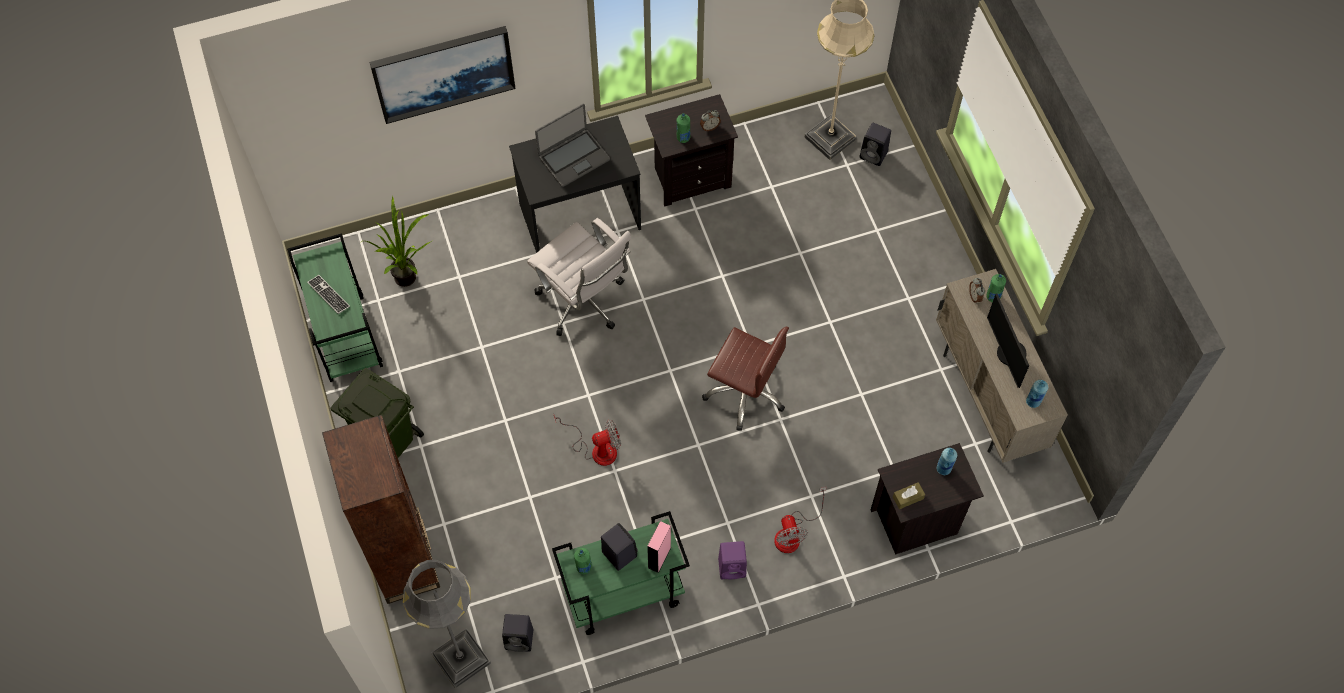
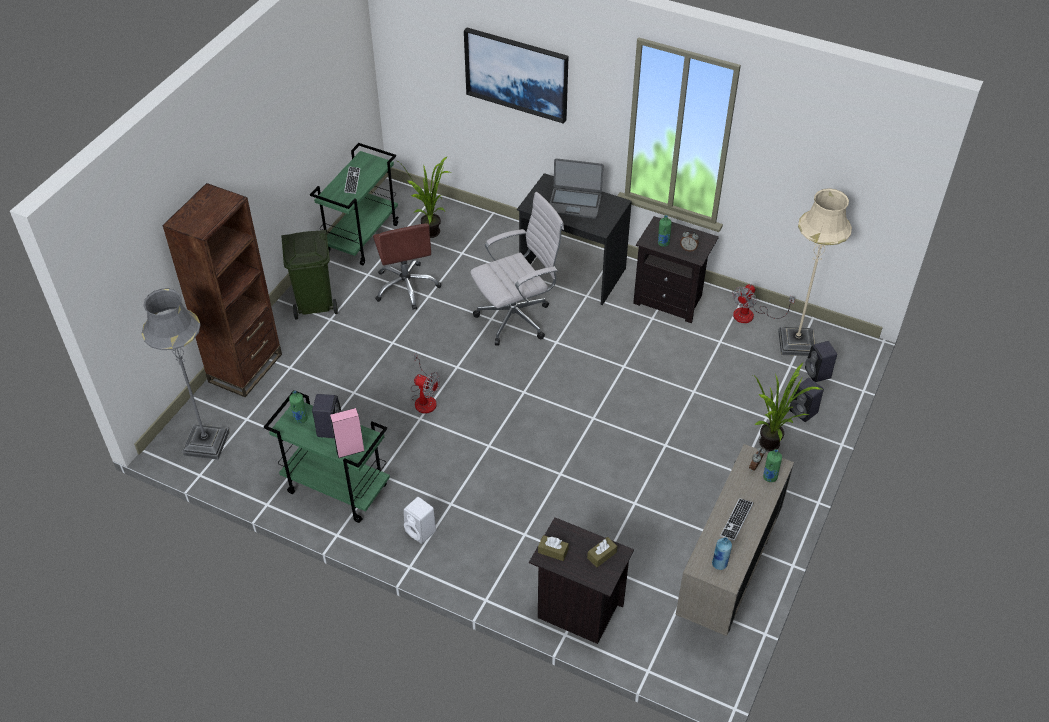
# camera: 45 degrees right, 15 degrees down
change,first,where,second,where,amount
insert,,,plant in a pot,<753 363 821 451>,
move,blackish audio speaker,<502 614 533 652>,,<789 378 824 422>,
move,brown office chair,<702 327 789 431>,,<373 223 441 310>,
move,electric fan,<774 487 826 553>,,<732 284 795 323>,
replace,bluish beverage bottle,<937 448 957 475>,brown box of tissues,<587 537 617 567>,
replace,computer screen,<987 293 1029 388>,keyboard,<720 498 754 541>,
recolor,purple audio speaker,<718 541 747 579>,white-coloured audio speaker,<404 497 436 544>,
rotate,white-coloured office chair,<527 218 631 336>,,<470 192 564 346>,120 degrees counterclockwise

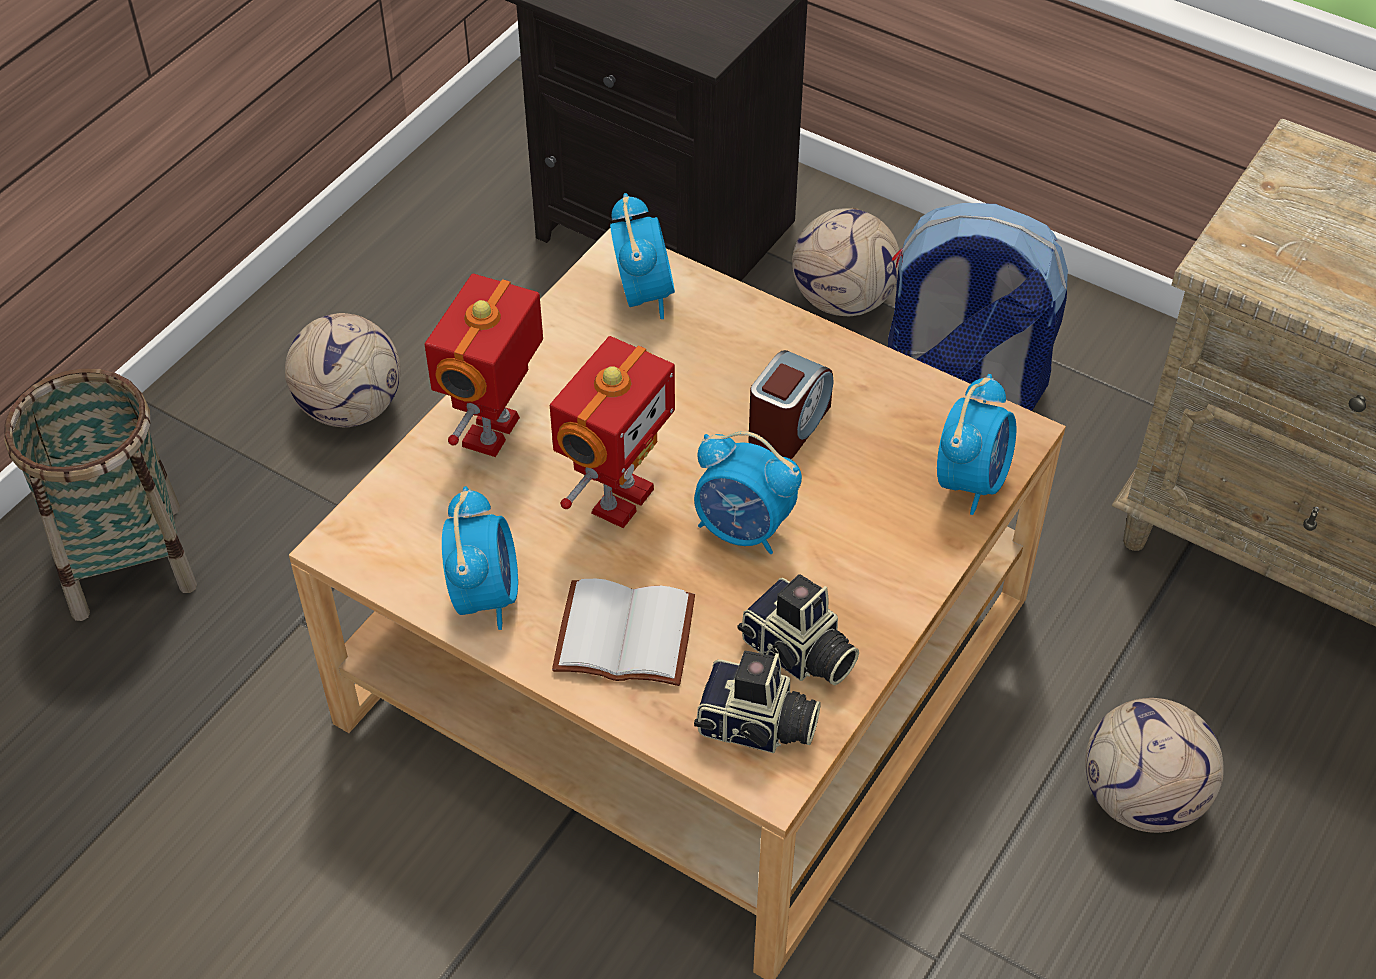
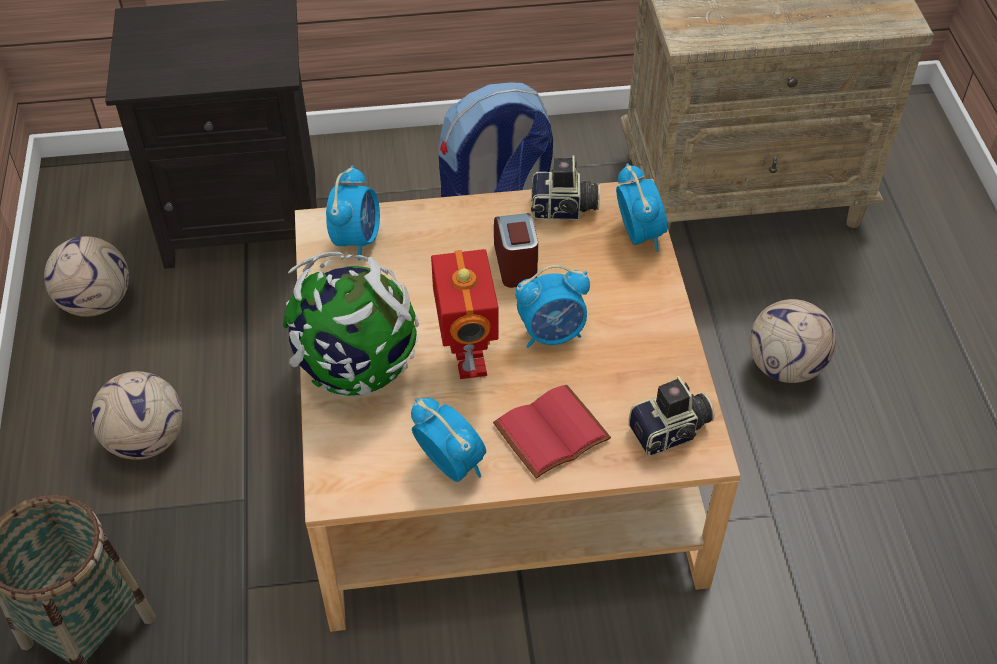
# camera: 40 degrees left, 0 degrees up
change,first,where,second,where,amount
move,still camera,<738 574 859 685>,,<531 155 600 220>,
move,ball for football,<792 208 900 316>,,<44 236 129 317>,
replace,robot figure,<425 274 543 457>,desk globe,<283 252 419 397>,
recolor,white-coloured volume,<552 579 695 686>,red volume,<493 384 611 479>,
rotate,alarm clock,<610 193 675 319>,,<326 166 380 260>,60 degrees clockwise

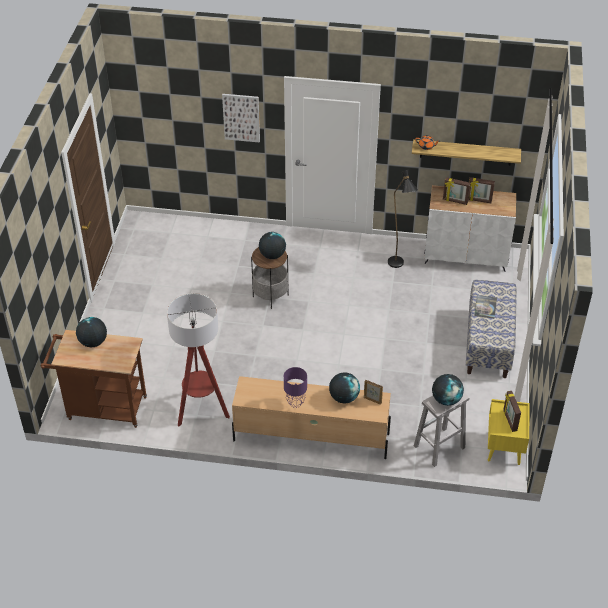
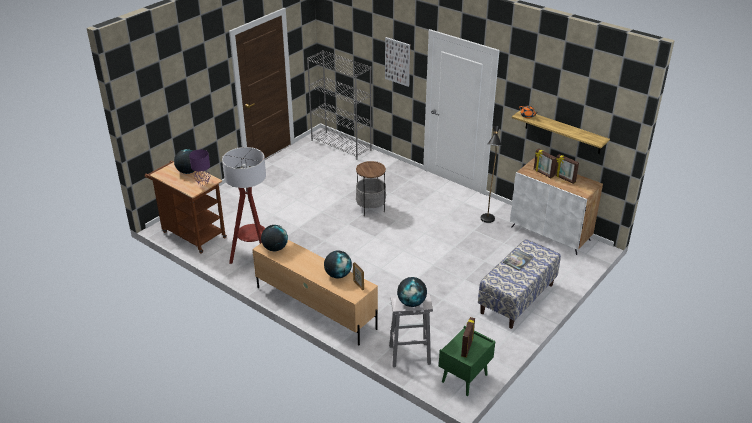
# camera: 30 degrees right, 10 degrees down
change,first,where,second,where,amount
insert,,,greyish shelving unit,<307 50 372 160>,
move,desk globe,<259 232 286 259>,,<261 225 288 251>,
move,purple tabletop lamp,<284 367 307 408>,,<189 149 210 185>,
recolor,yellow night table,<488 399 530 465>,green night table,<439 326 495 396>,

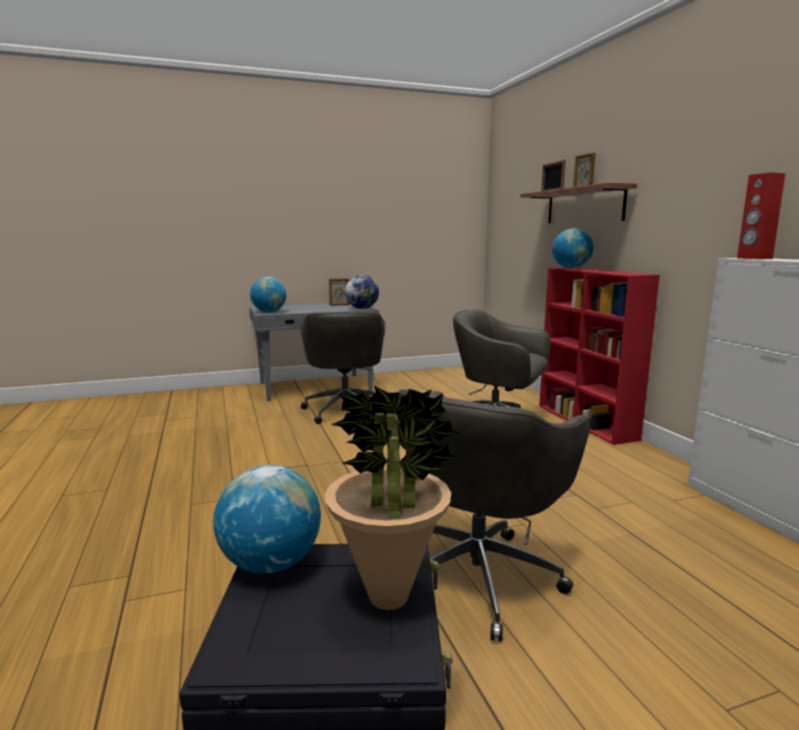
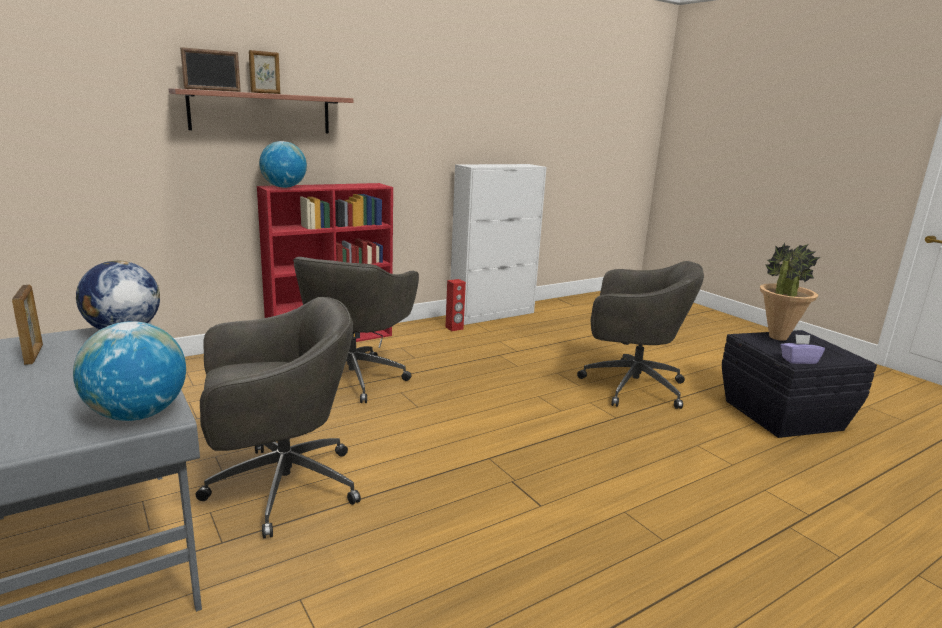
# camera: 105 degrees left, 5 degrees up
change,first,where,second,where,amount
move,red audio speaker,<737 173 785 259>,,<446 279 466 331>,
replace,desk globe,<213 465 321 573>,purple box of tissues,<781 334 825 364>,

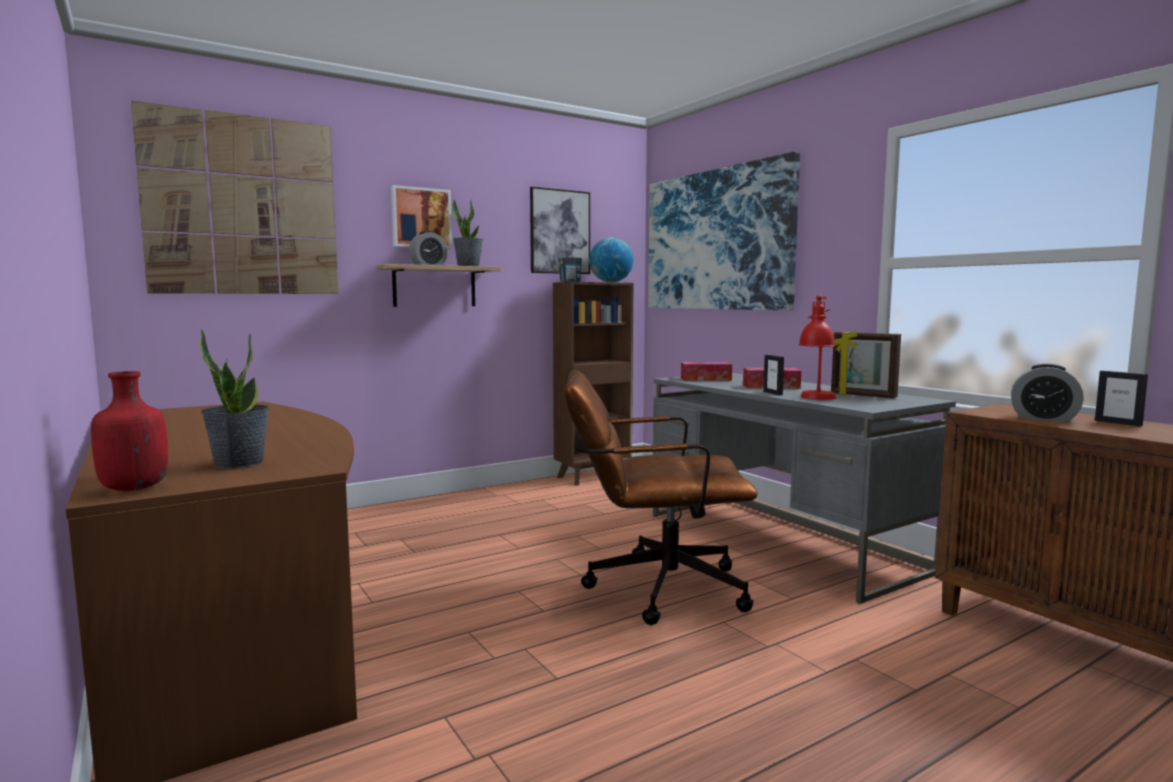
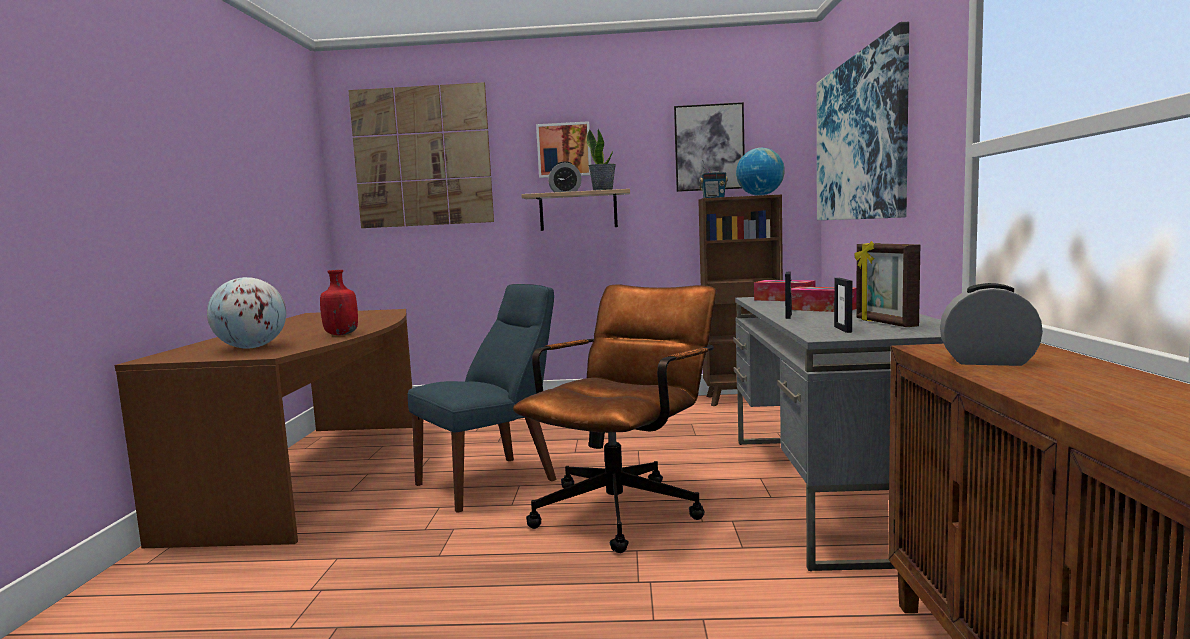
# camera: 35 degrees right, 0 degrees up
change,first,where,second,where,amount
delete,red tabletop lamp,<798 295 836 400>,,,
insert,,,bluish chair,<408 284 557 513>,
move,red beverage bottle,<91 371 168 491>,,<320 270 358 335>,
move,standing frame,<1095 371 1148 426>,,<834 278 852 333>,
replace,plant in a pot,<199 329 269 469>,desk globe,<207 277 286 349>,
rotate,brown office chair,<564 370 758 625>,,<513 284 716 553>,90 degrees clockwise
rotate,alarm clock,<1011 364 1084 422>,,<940 283 1043 366>,135 degrees clockwise

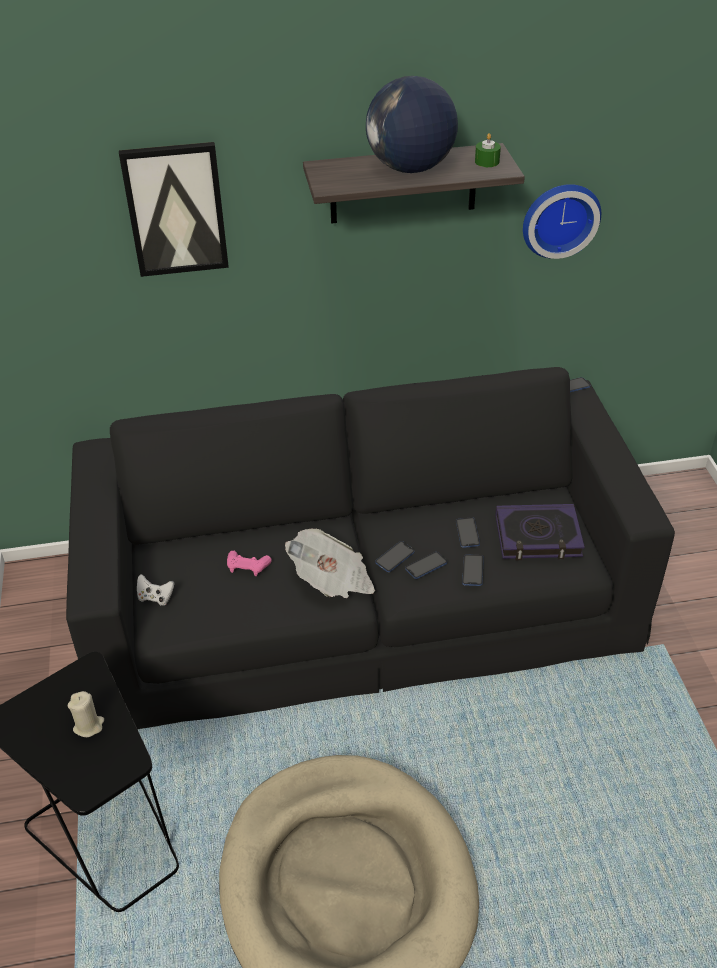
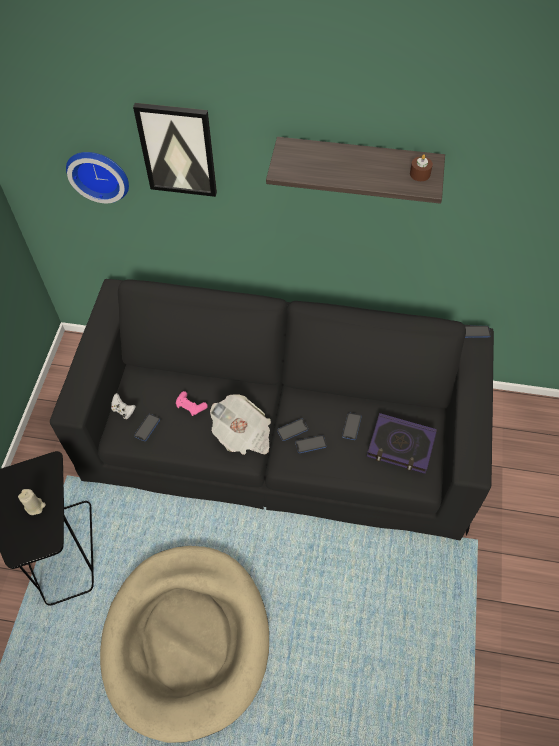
# camera: 20 degrees right, 15 degrees up
change,first,where,second,where,amount
delete,desk globe,<366 76 458 173>,,,
move,telephone,<462 555 484 586>,,<134 414 160 441>,
move,clock on the wall,<523 184 601 259>,,<66 152 129 203>,
recolor,green candle,<475 133 501 167>,brown candle,<410 154 433 181>,

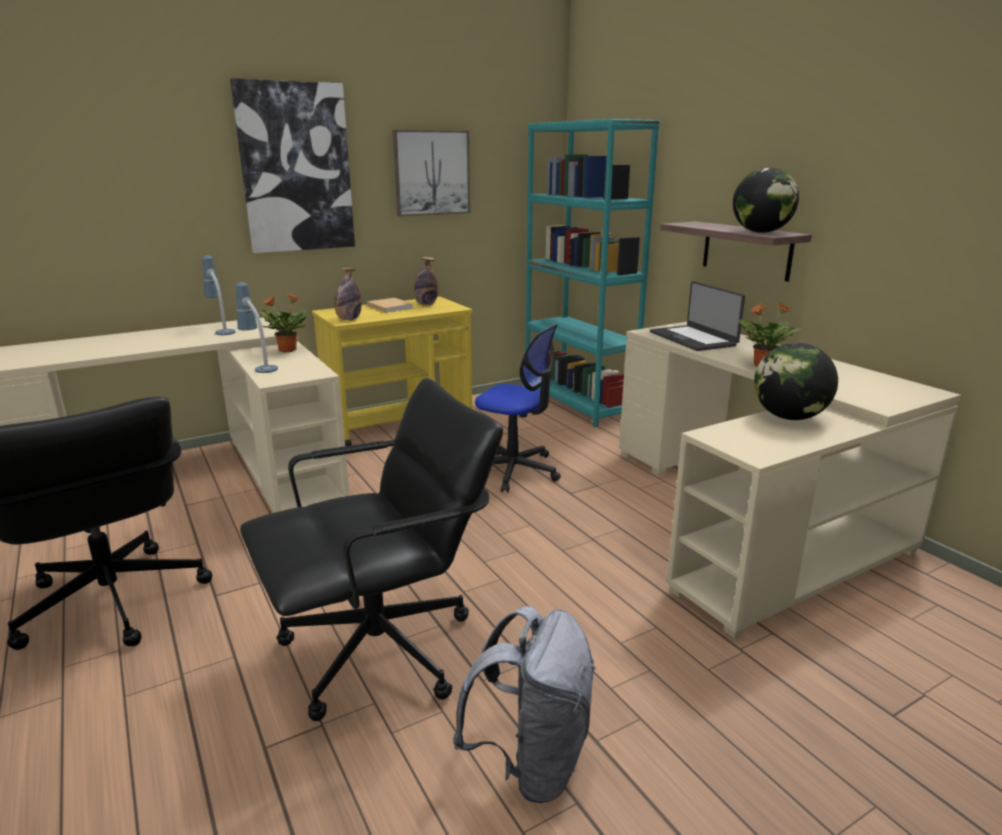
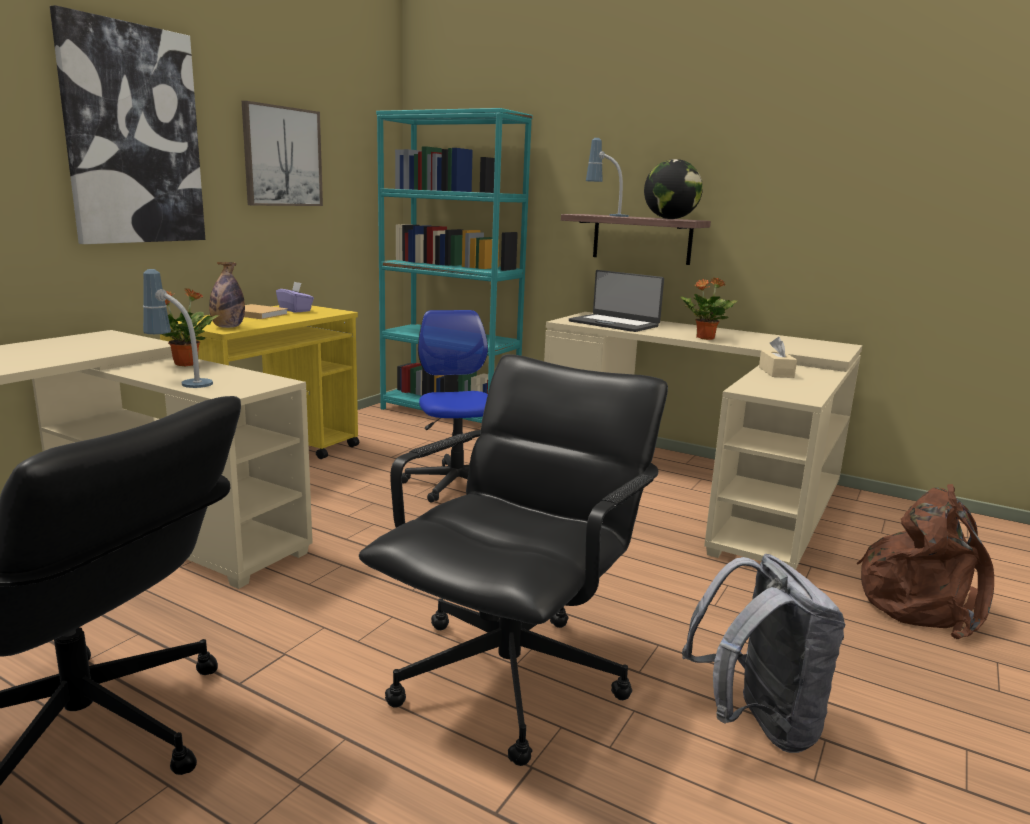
# camera: 30 degrees left, 5 degrees down
change,first,where,second,where,amount
insert,,,brown backpack,<857 484 994 639>,
move,tabletop lamp,<202 255 235 335>,,<586 138 629 217>,
replace,beverage bottle,<414 257 438 305>,purple box of tissues,<276 281 314 313>,
replace,desk globe,<754 343 838 420>,beige-coloured box of tissues,<759 337 797 378>,
rotate,office chair,<475 324 561 492>,,<402 310 488 503>,105 degrees counterclockwise

